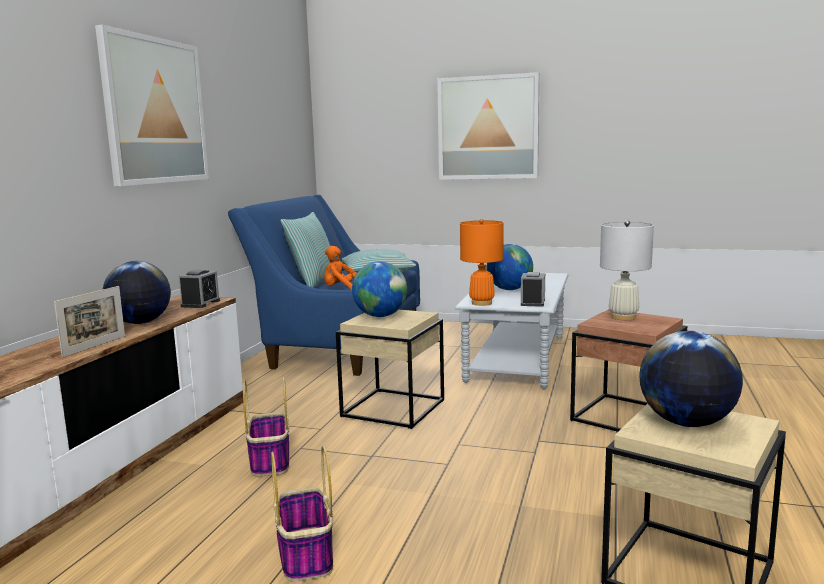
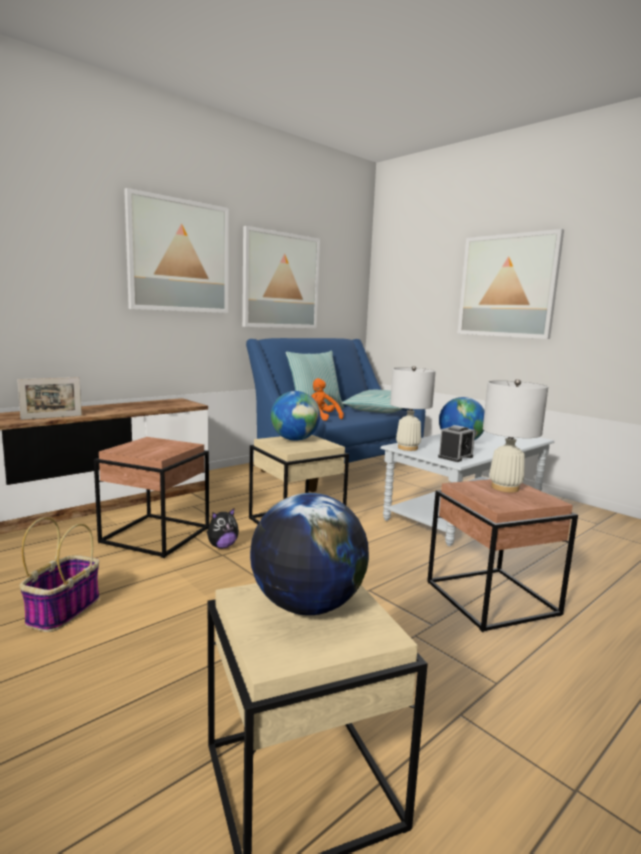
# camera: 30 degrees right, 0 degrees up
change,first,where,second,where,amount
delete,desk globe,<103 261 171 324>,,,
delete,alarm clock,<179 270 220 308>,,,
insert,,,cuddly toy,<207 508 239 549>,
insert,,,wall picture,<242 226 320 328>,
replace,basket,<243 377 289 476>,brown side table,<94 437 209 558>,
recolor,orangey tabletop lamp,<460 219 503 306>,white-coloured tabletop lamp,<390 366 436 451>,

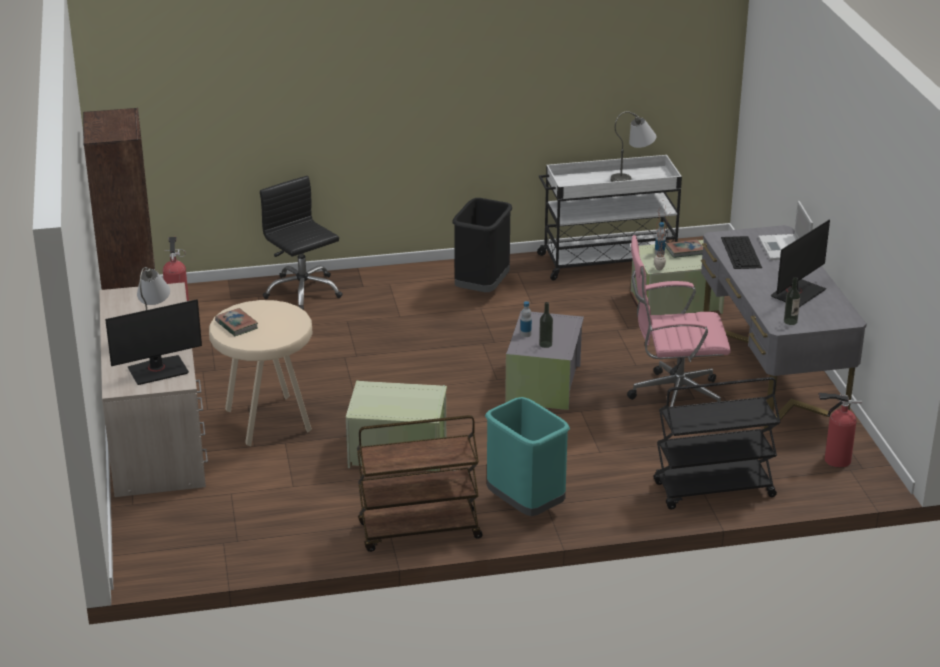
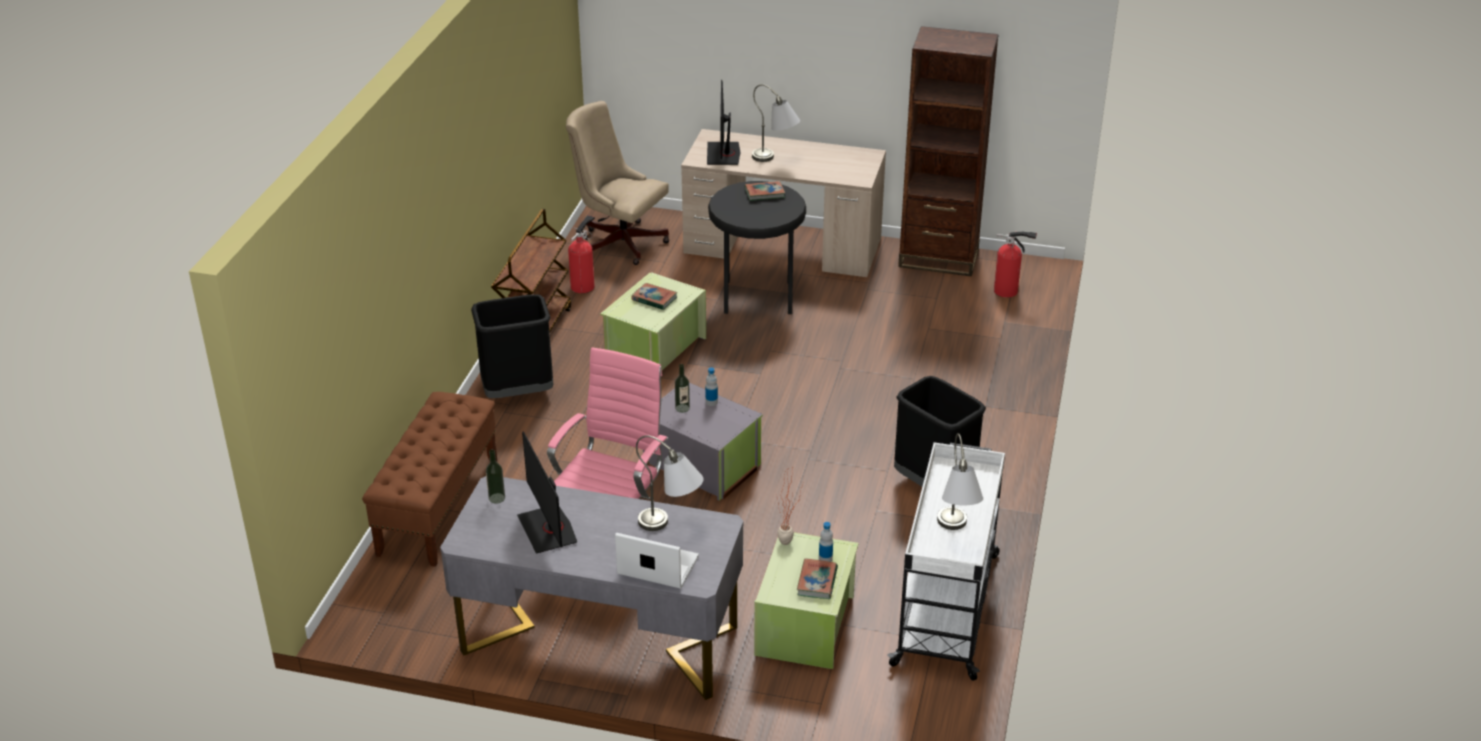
# camera: 115 degrees right, 5 degrees up
change,first,where,second,where,amount
delete,blackish office chair,<260 176 343 310>,,,
insert,,,beige-coloured office chair,<566 101 669 265>,
insert,,,volume,<631 283 677 310>,
move,fire extinguisher,<818 393 862 468>,,<568 215 595 293>,
replace,blackish cart,<654 377 781 510>,brown long seat,<362 392 497 567>,
replace,keyboard,<721 236 762 269>,greyish tabletop lamp,<636 435 704 531>,
recolor,beige-coloured stool seat,<209 300 313 446>,blackish stool seat,<708 181 806 314>,
recolor,turquoise-coloured rubbish bin,<485 397 570 516>,blackish rubbish bin,<471 294 554 398>,

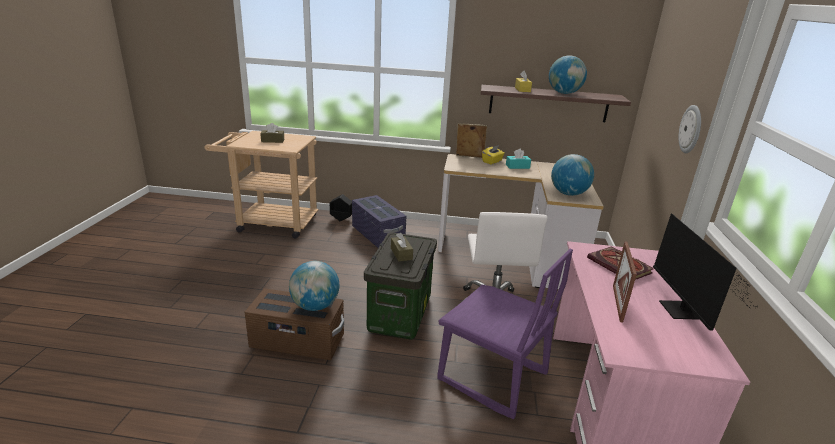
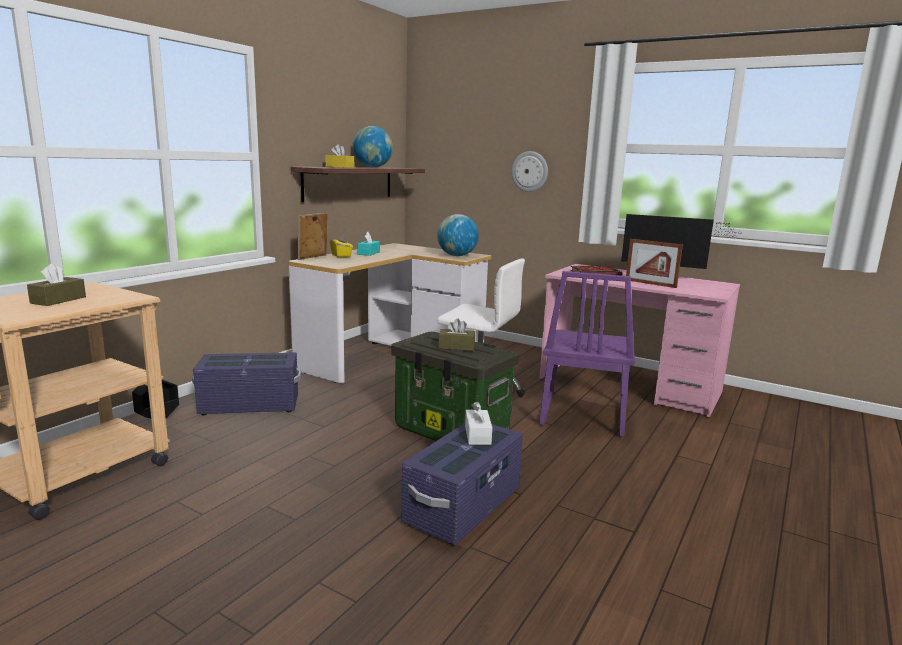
# camera: 65 degrees left, 10 degrees down
change,first,where,second,where,amount
replace,desk globe,<289 261 339 311>,white-coloured box of tissues,<465 401 492 445>,
recolor,brown storage box,<245 288 344 360>,purple storage box,<401 423 523 545>,
rotate,purple chair,<437 248 573 419>,,<539 271 635 436>,135 degrees clockwise

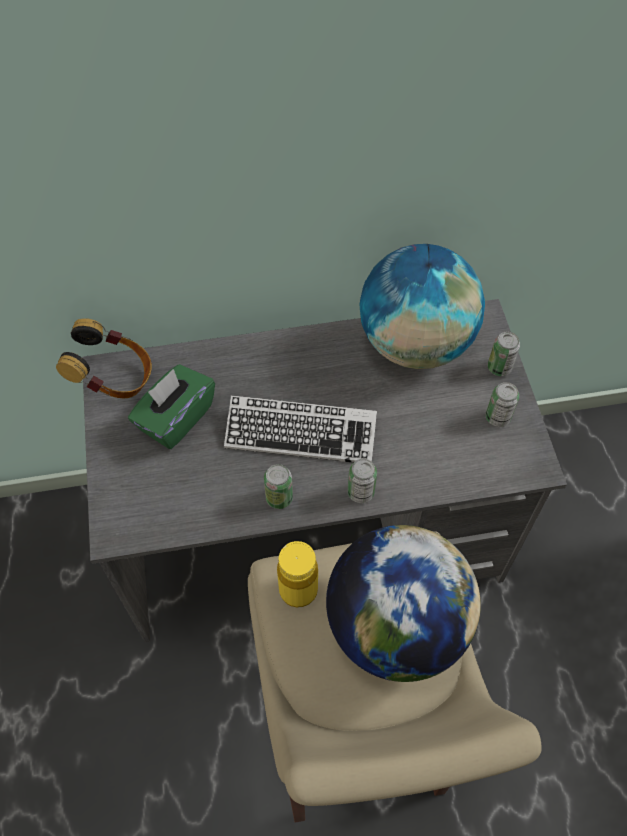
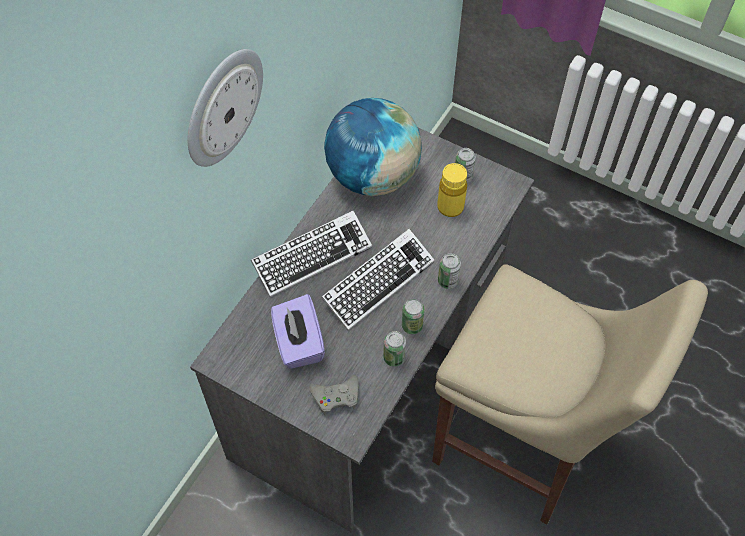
# camera: 50 degrees left, 0 degrees up
change,first,where,second,where,amount
delete,headphones,<56 318 152 398>,,,
delete,desk globe,<326 525 481 682>,,,
insert,,,clock on the wall,<188 49 263 167>,
insert,,,keyboard,<251 211 372 298>,
insert,,,greyish game controller,<309 375 359 416>,
move,yellow beverage bottle,<277 541 318 607>,,<437 163 467 217>,
move,sealed can,<488 332 520 376>,,<383 331 406 367>,
recolor,green box of tissues,<128 364 215 449>,purple box of tissues,<271 294 325 369>,

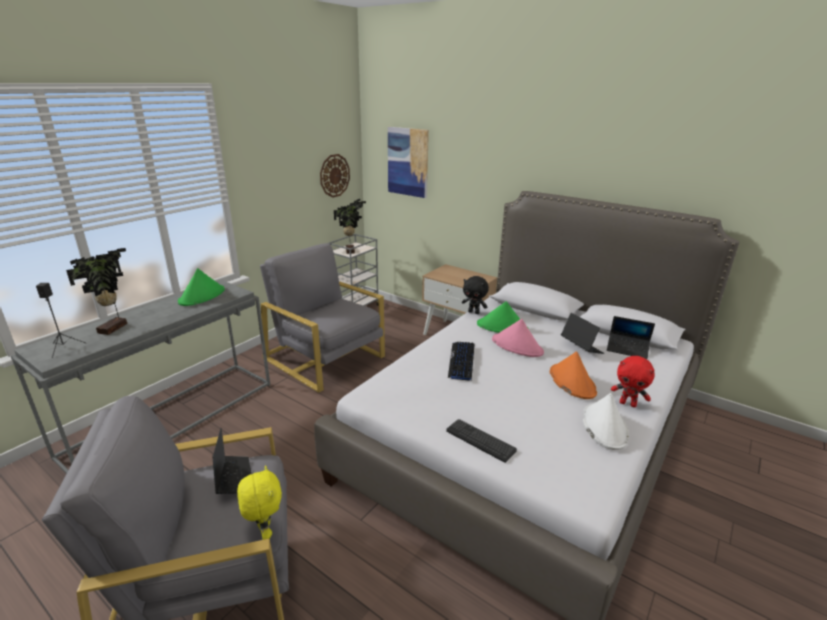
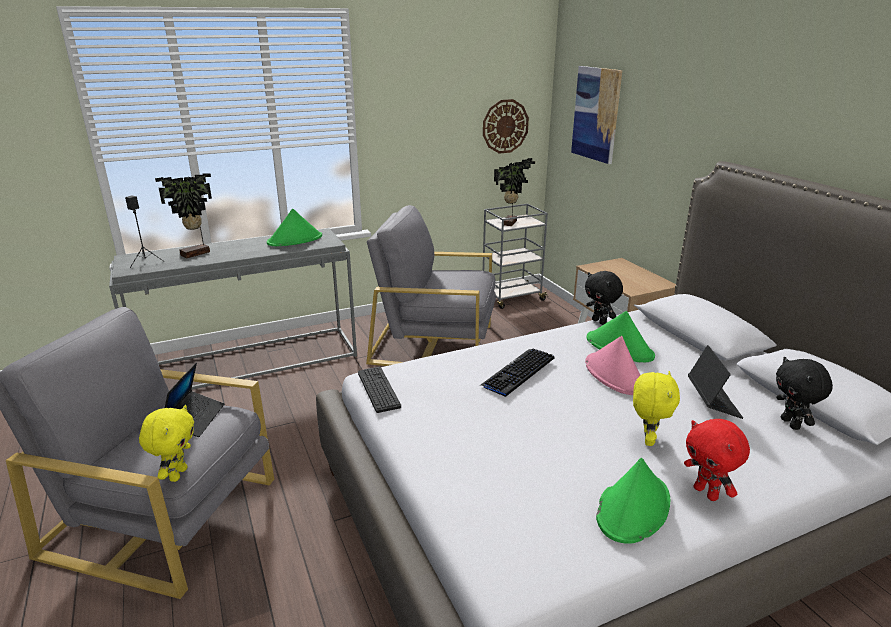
# camera: 30 degrees right, 0 degrees up
change,first,where,second,where,amount
move,keyboard,<446 419 517 463>,,<358 366 401 413>,
replace,orangey wearable hat,<550 351 597 399>,yellow cuddly toy,<633 371 680 446>,
replace,notebook computer,<607 316 655 359>,blackish cuddly toy,<776 357 833 430>,
recolor,white-coloured wearable hat,<582 393 629 450>,green wearable hat,<596 458 670 544>,
rotate,greyish easy chair,<260 243 385 393>,,<366 205 496 366>,60 degrees counterclockwise

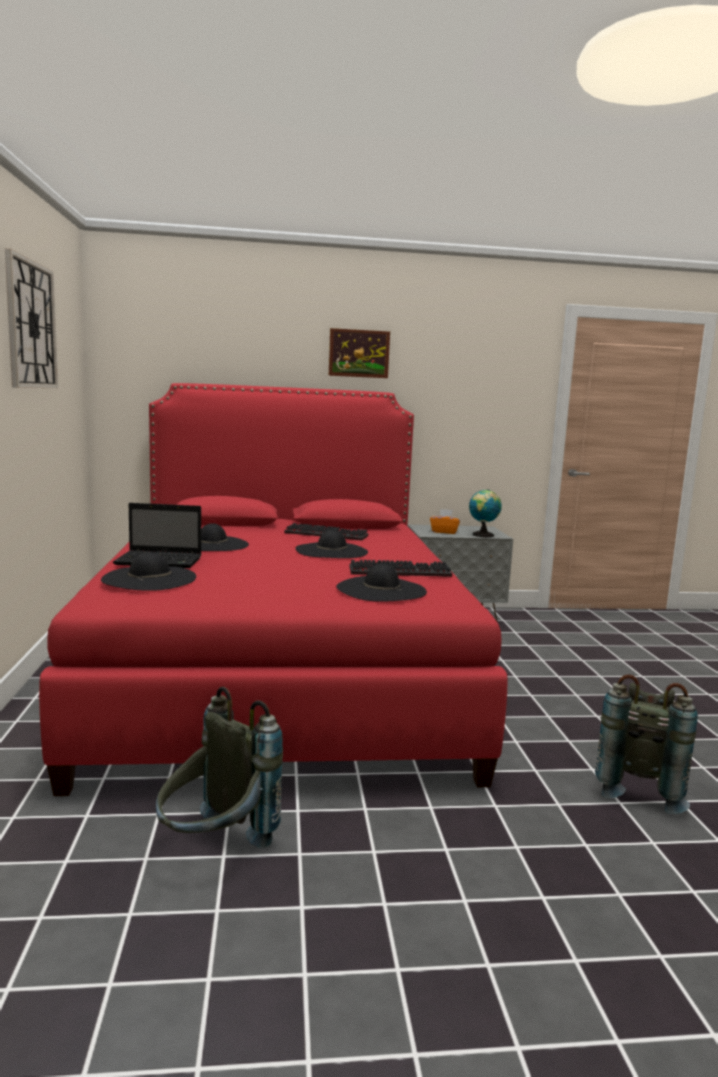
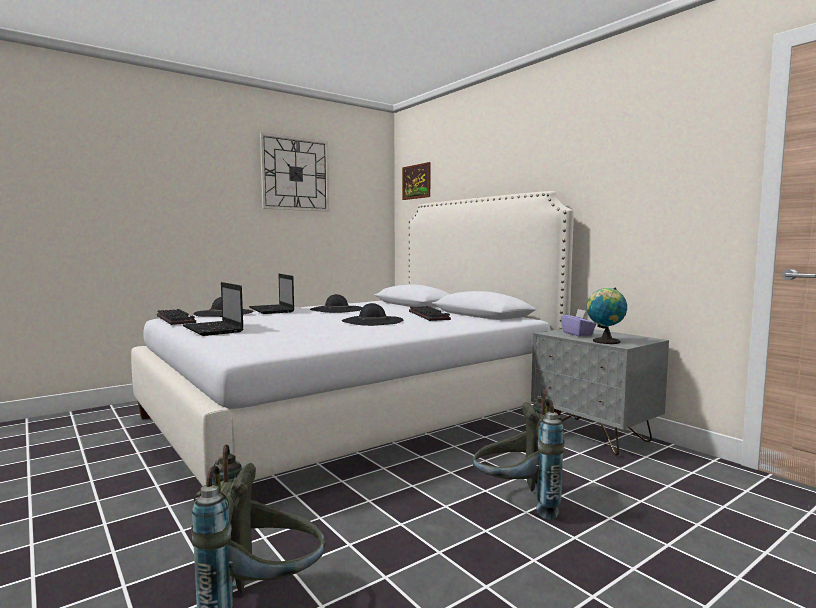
# camera: 60 degrees right, 5 degrees down
change,first,where,second,where,amount
delete,blackish wearable hat,<336 564 427 602>,,,
insert,,,notebook computer,<183 282 244 336>,
move,greyish backpack,<156 687 283 848>,,<472 389 565 520>,
move,wall picture,<329 328 390 378>,,<402 162 430 200>,
move,keyboard,<349 559 452 577>,,<157 309 196 325>,
recolor,red bed,<39 383 507 796>,white-coloured bed,<131 191 574 486>,
recolor,orangey box of tissues,<430 509 460 534>,purple box of tissues,<561 309 596 336>,

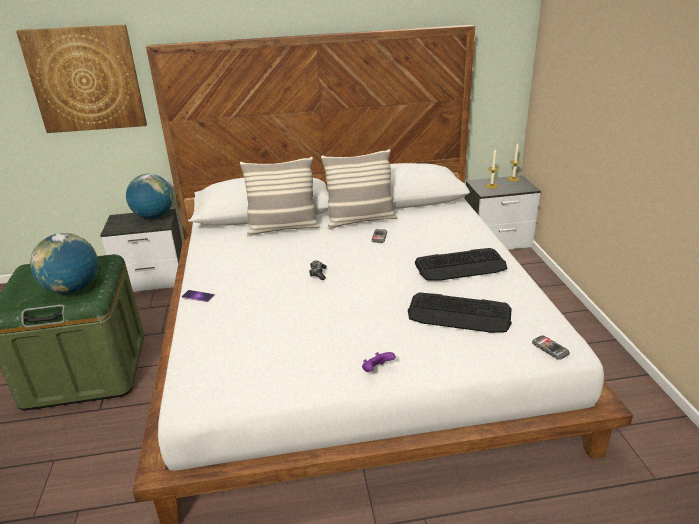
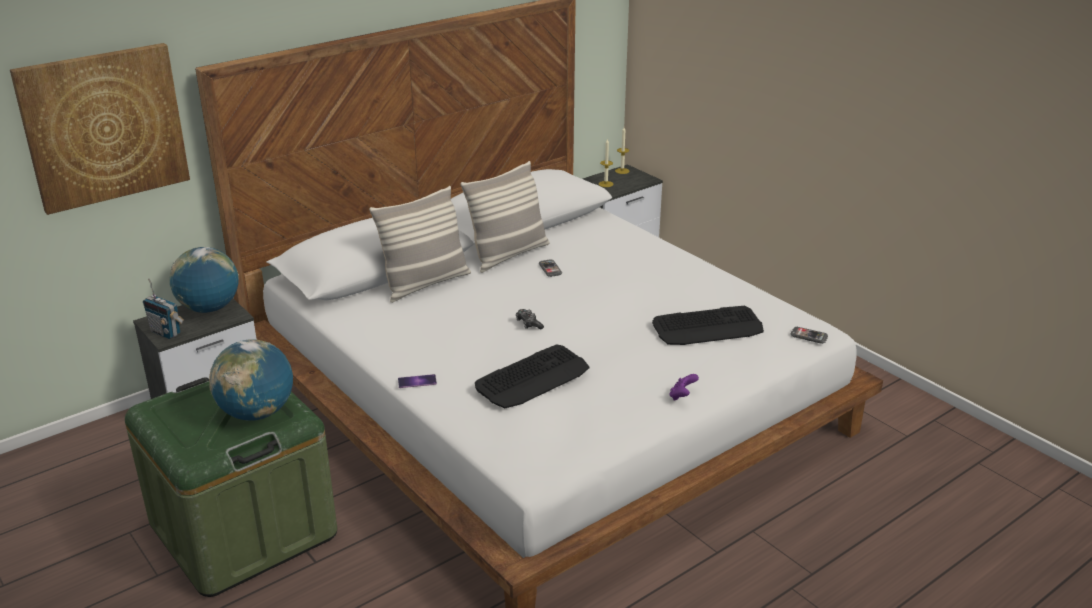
# camera: 30 degrees left, 0 degrees up
change,first,where,second,where,amount
insert,,,radio receiver,<143 278 184 339>,
move,keyboard,<415 248 507 281>,,<475 344 589 408>,

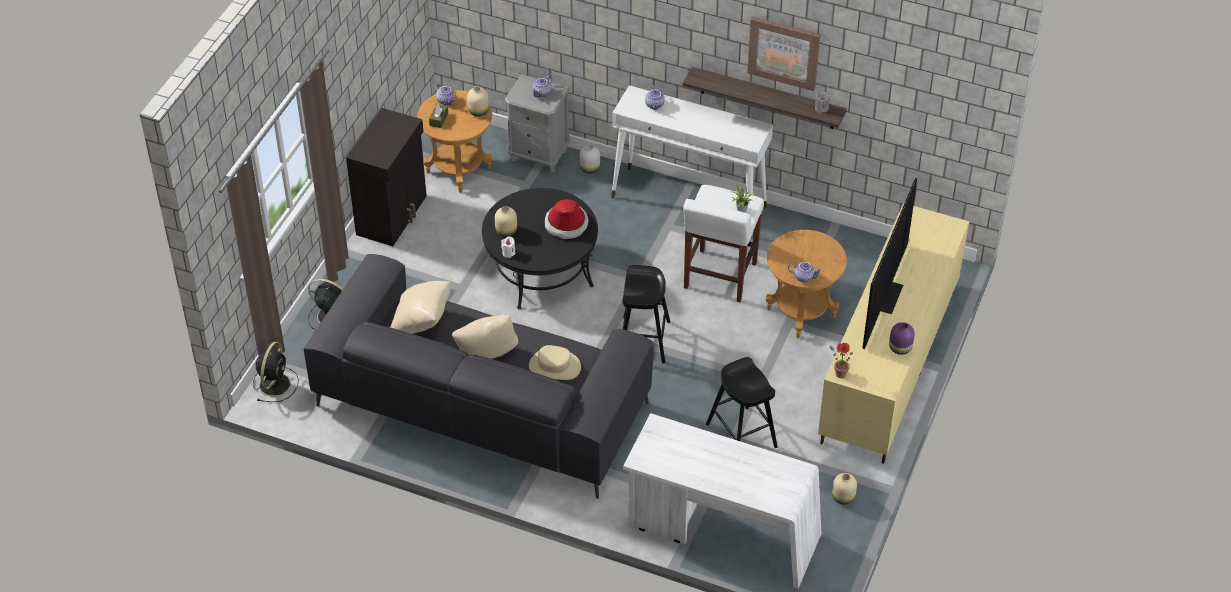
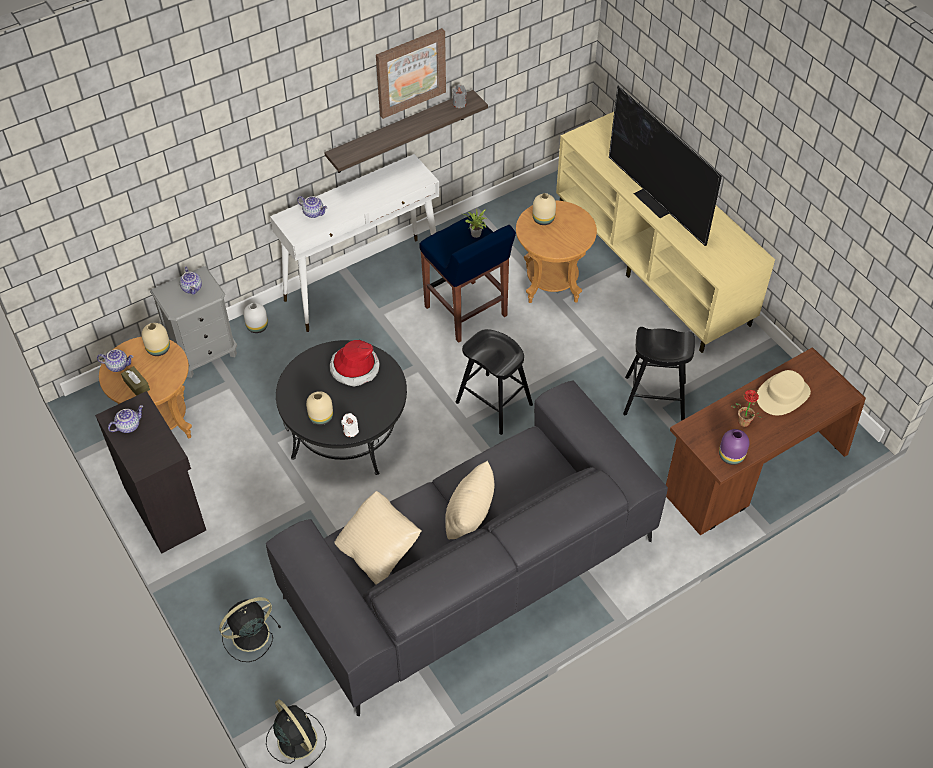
# camera: 55 degrees left, 5 degrees up
change,first,where,second,where,amount
move,beige-coloured wearable hat,<529 345 581 380>,,<757 370 811 416>,
move,teapot,<788 262 822 282>,,<108 405 143 433>,
move,plant in a pot,<830 343 853 378>,,<731 390 762 427>,
move,beige-coloured flower vase,<832 473 857 505>,,<533 193 556 225>,
move,purple flower vase,<889 322 915 355>,,<719 429 749 465>,
recolor,white-coloured desk unit,<623 413 821 589>,brown desk unit,<666 348 866 535>,
recolor,white-coloured stool seat,<683 185 764 302>,bluish stool seat,<419 215 516 343>,

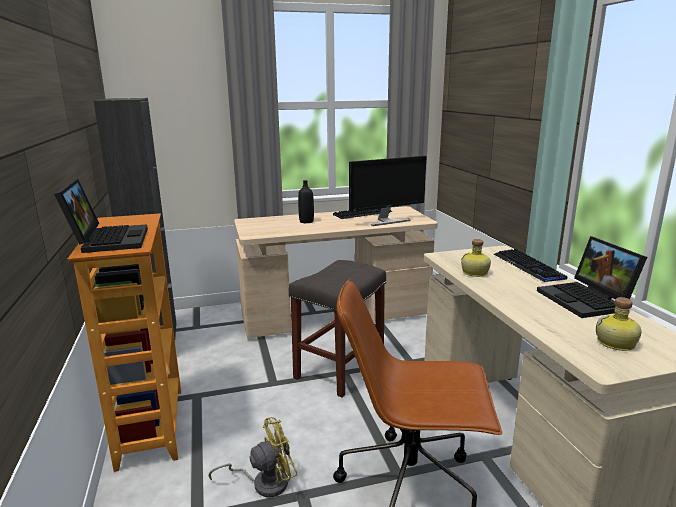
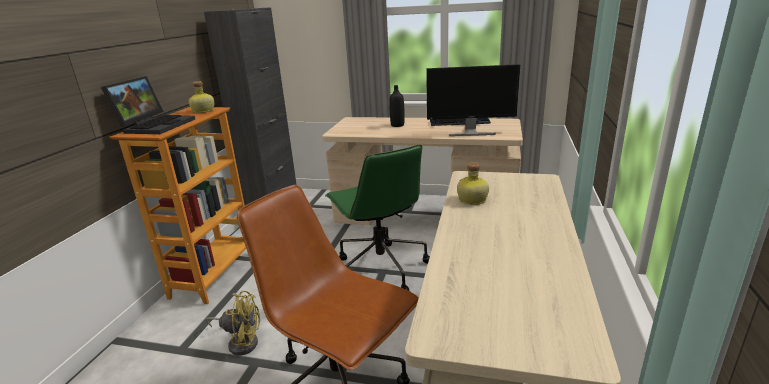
# camera: 30 degrees right, 5 degrees up
change,first,where,second,where,amount
delete,keyboard,<494 249 567 282>,,,
delete,notebook computer,<537 236 647 318>,,,
move,beverage bottle,<596 297 642 351>,,<189 81 214 113>,
replace,greyish stool seat,<289 260 386 397>,green office chair,<325 144 430 291>,

